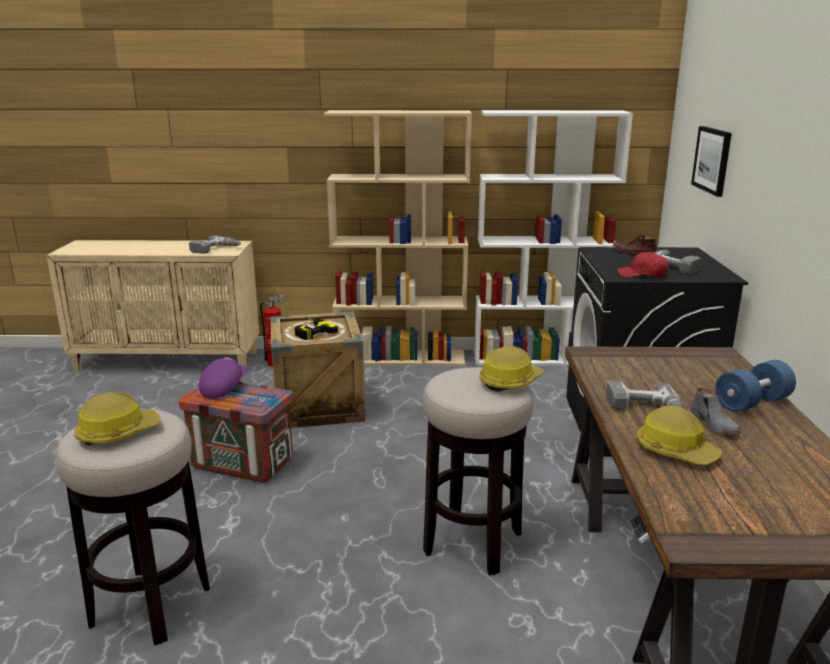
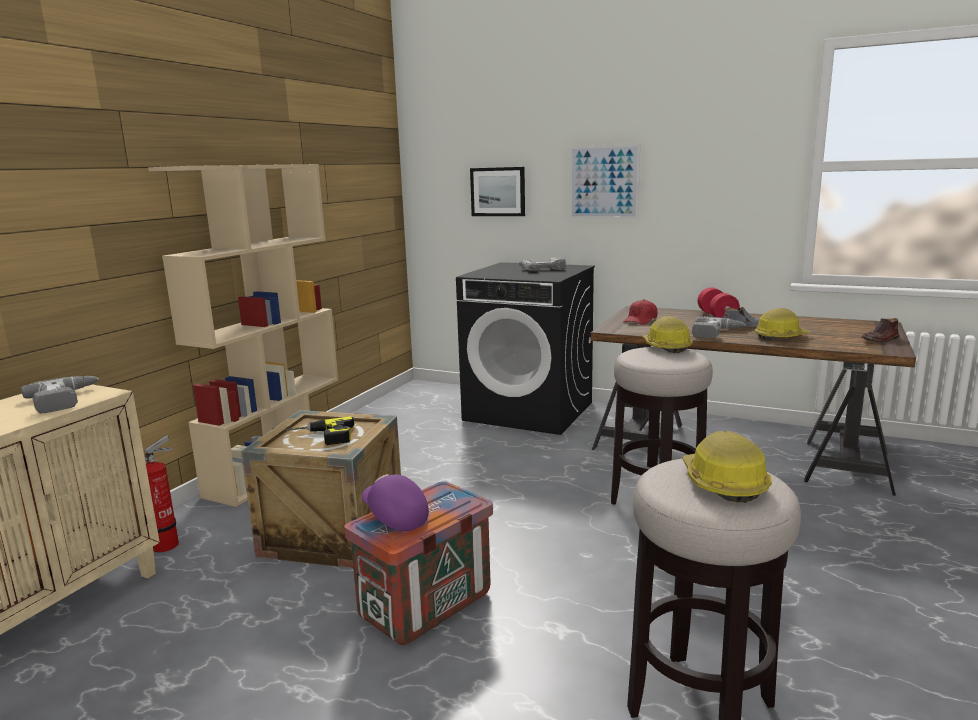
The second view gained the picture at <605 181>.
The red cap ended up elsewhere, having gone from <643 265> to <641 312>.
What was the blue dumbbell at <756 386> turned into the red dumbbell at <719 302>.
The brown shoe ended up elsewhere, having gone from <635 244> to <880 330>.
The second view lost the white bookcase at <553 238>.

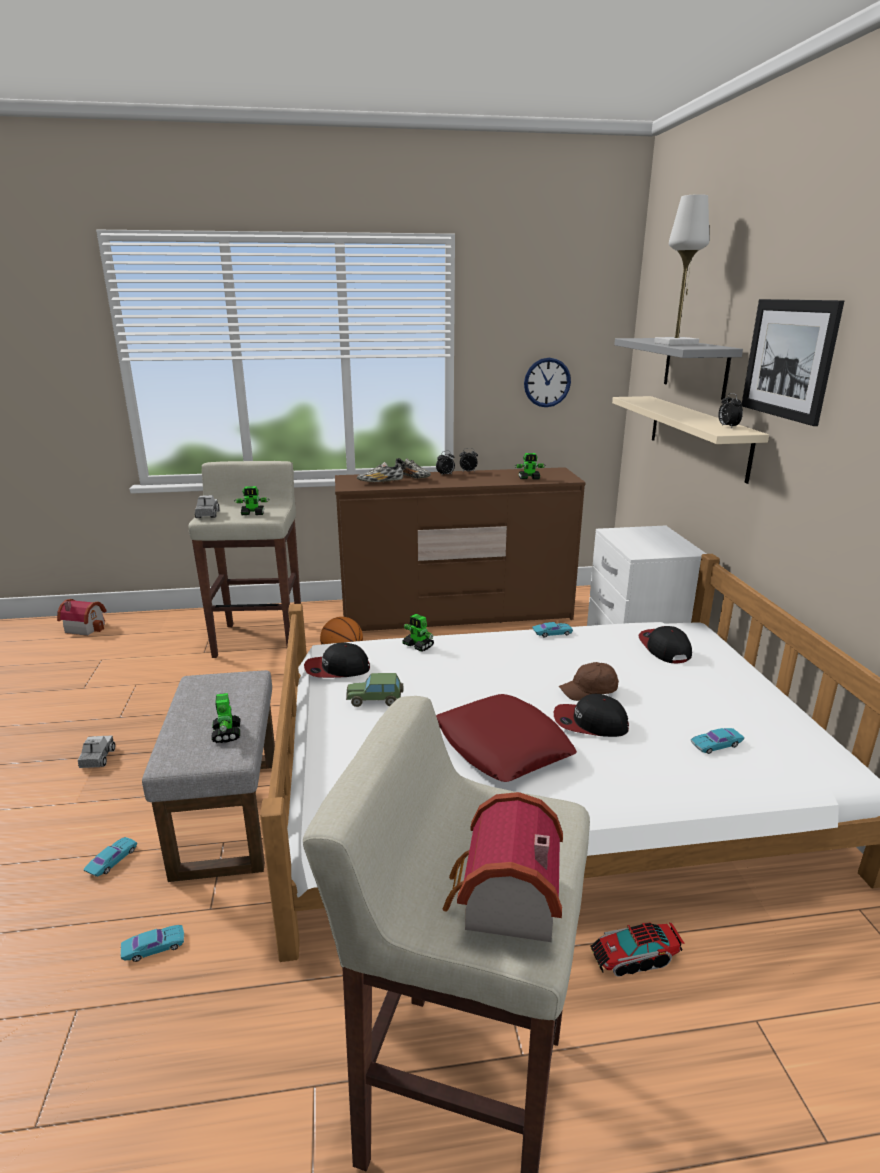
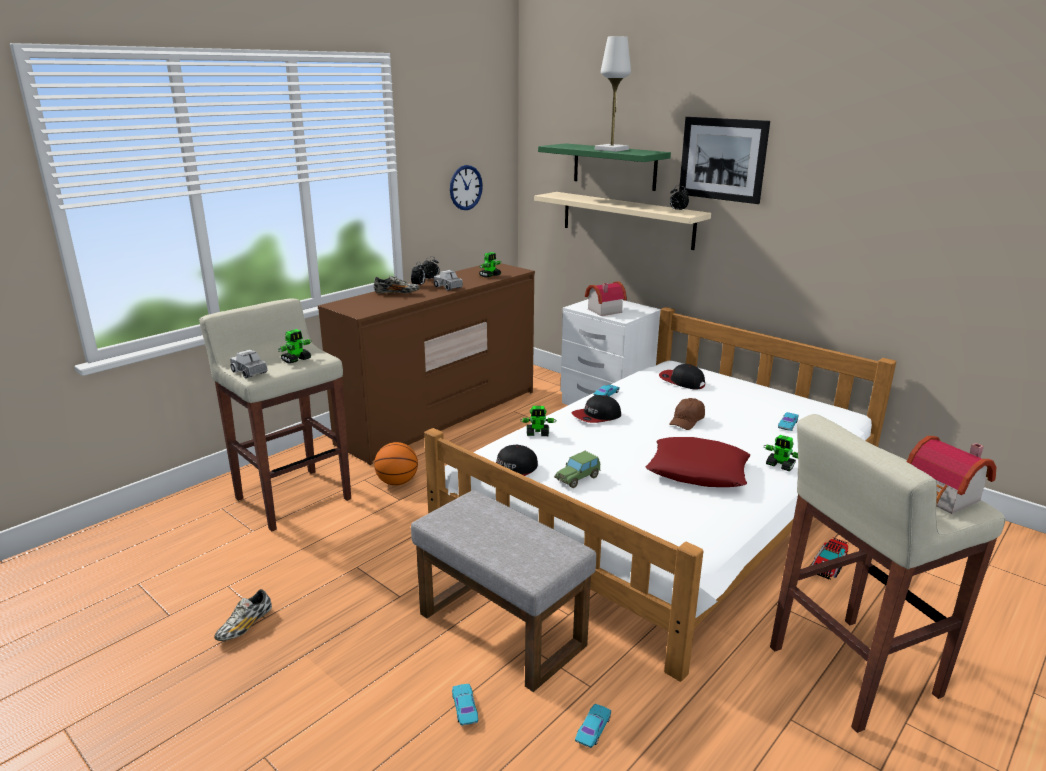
The shoe ended up elsewhere, having gone from <380 472> to <243 615>.
The toy truck ended up elsewhere, having gone from <96 751> to <448 280>.
What was the grey shelf at <678 369> turned into the green shelf at <604 167>.
The cap ended up elsewhere, having gone from <591 715> to <596 409>.
The toy house ended up elsewhere, having gone from <82 617> to <606 299>.
The toy robot ended up elsewhere, having gone from <225 718> to <780 453>.

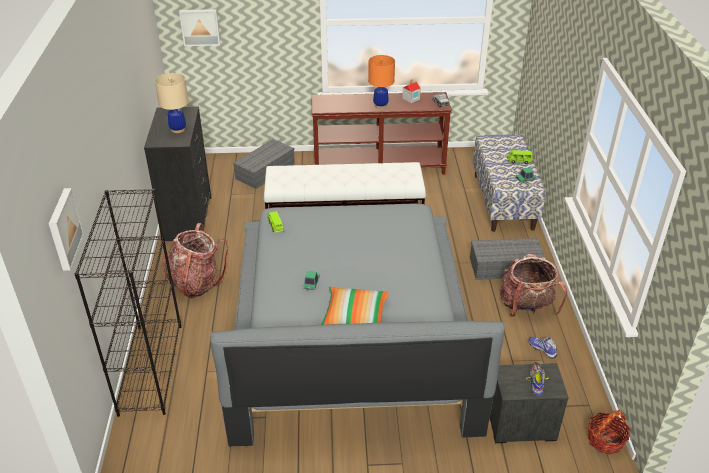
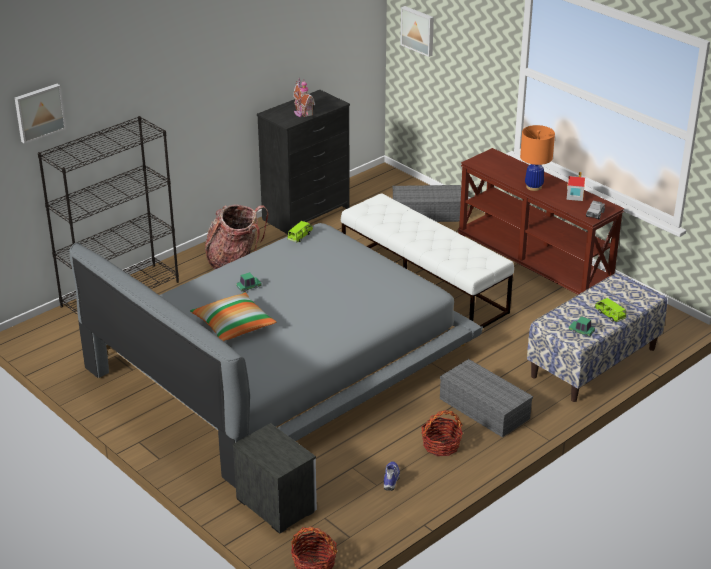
Where the beige table lamp stood at <172 103>, the toy house came to stand at <304 97>.
Where the backpack stood at <533 285>, the basket came to stand at <442 433>.
The second view lost the shoe at <537 378>.

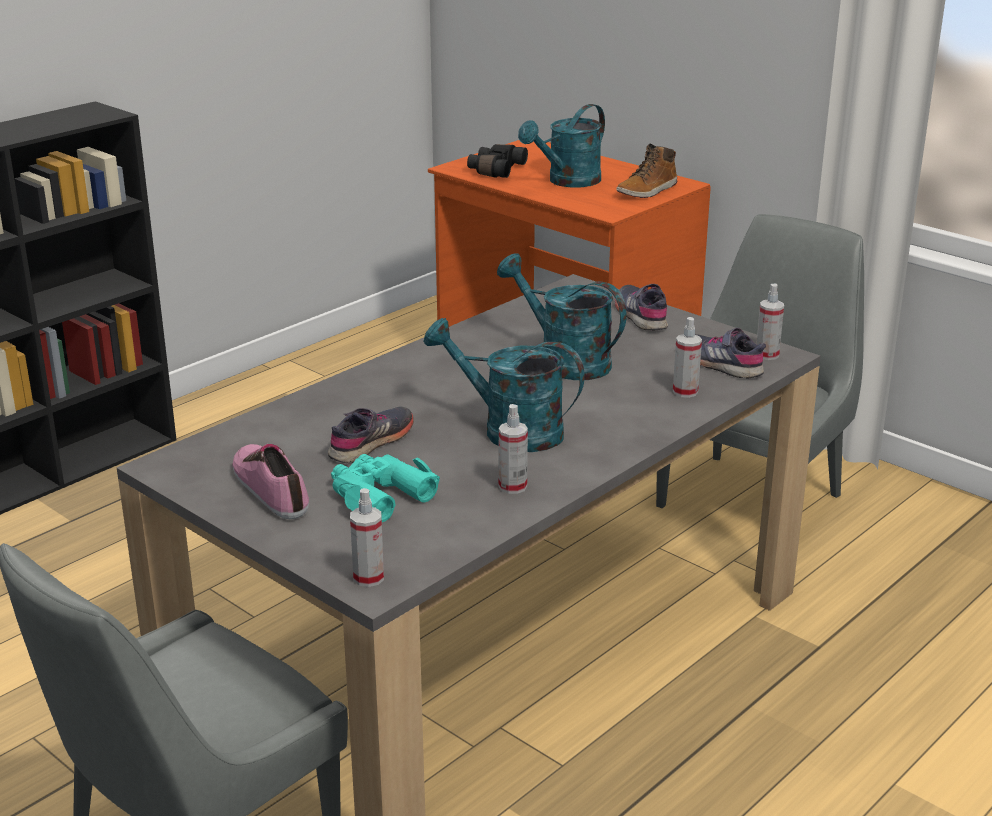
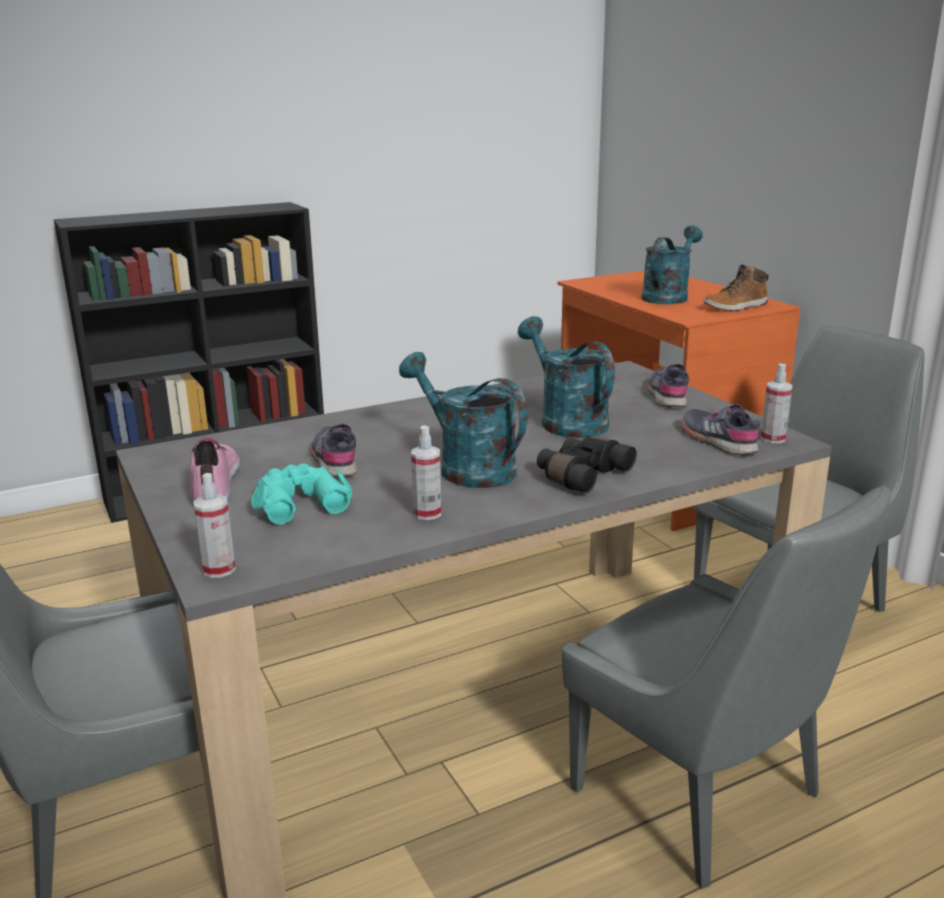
The grey shoe at <371 435> ended up facing another way, 75 degrees counterclockwise from before.
The black binoculars ended up elsewhere, having gone from <497 161> to <587 464>.
The second view gained the grey chair at <726 687>.
The turquoise watering can at <561 145> ended up facing another way, 150 degrees clockwise from before.
The second view lost the spray bottle at <687 357>.

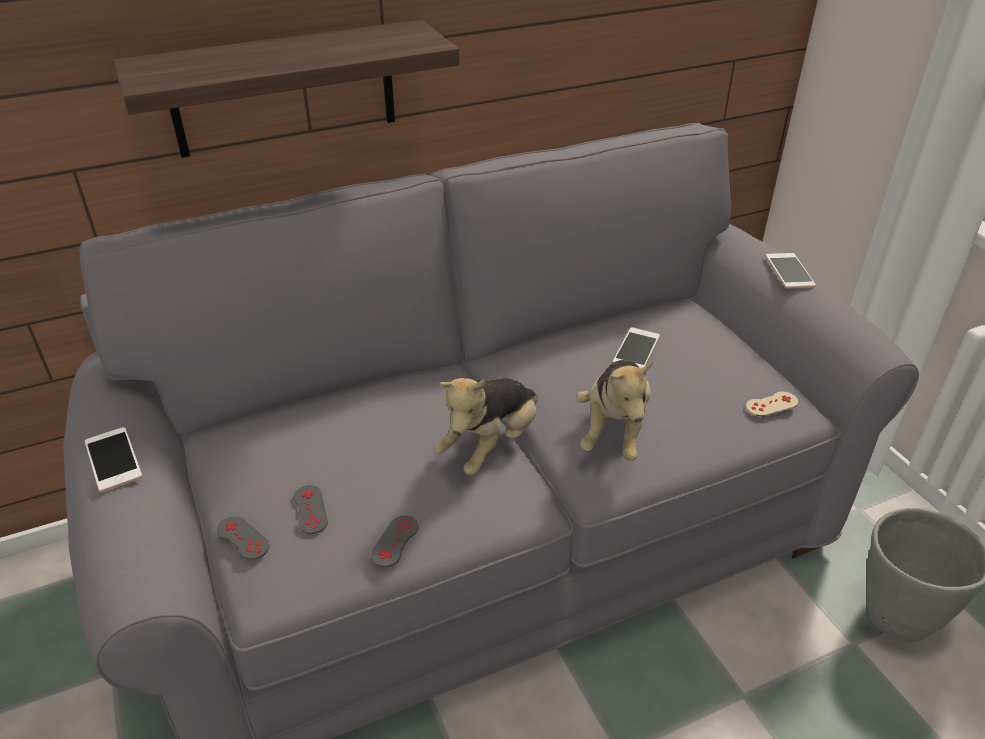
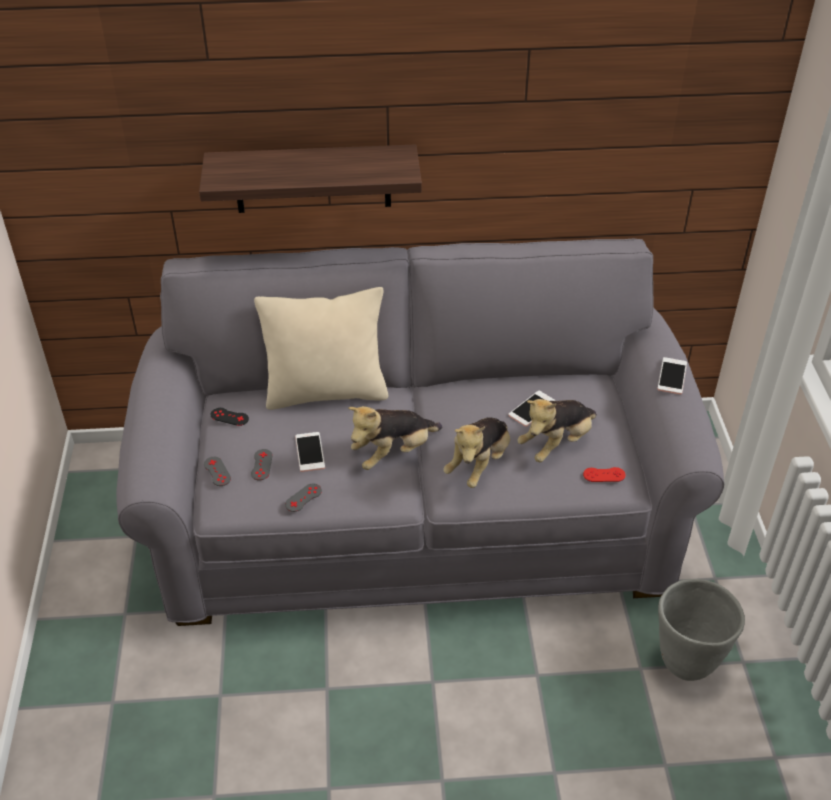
The second view gained the black game controller at <229 417>.
The second view gained the beige pillow at <321 348>.
The phone ended up elsewhere, having gone from <114 459> to <310 452>.
The second view gained the plush toy at <557 430>.
What was the beige game controller at <772 404> turned into the red game controller at <604 474>.

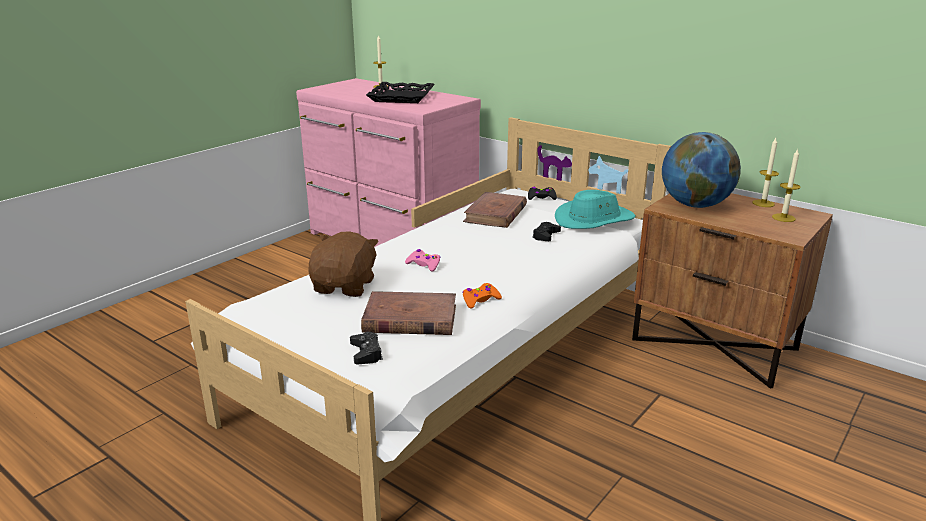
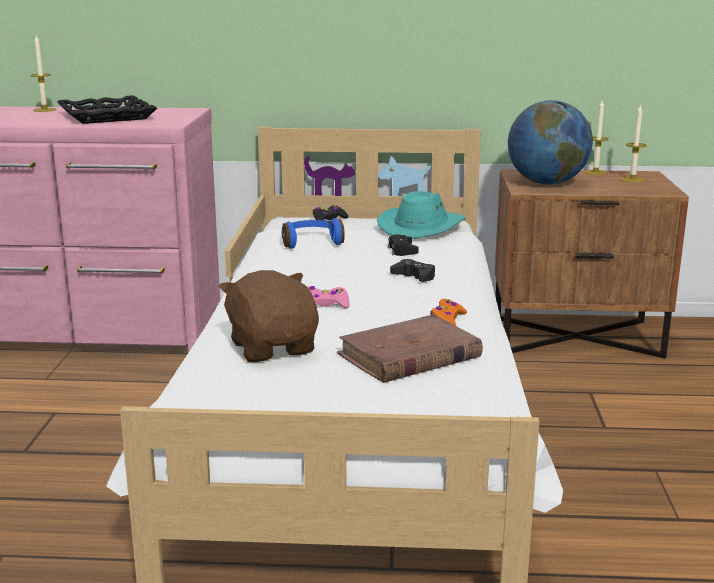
Where the brown book stood at <495 210>, the blue headphones came to stand at <313 233>.
The black game controller ended up elsewhere, having gone from <366 348> to <412 270>.

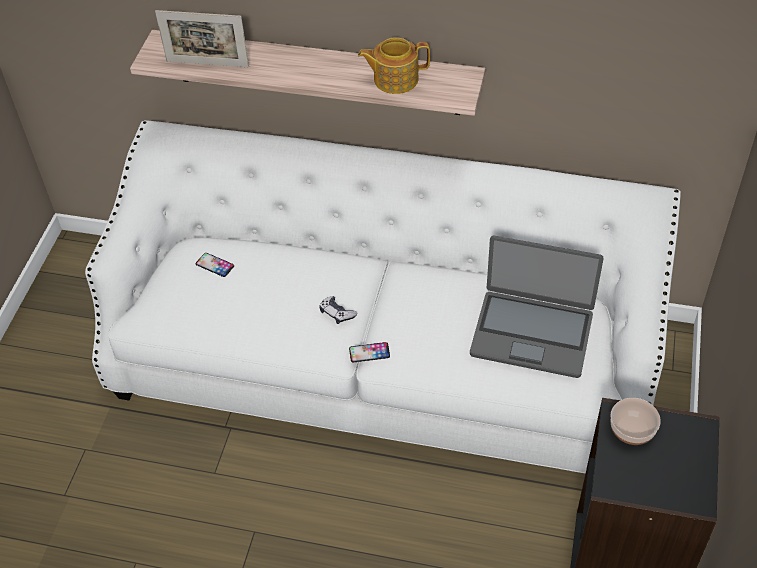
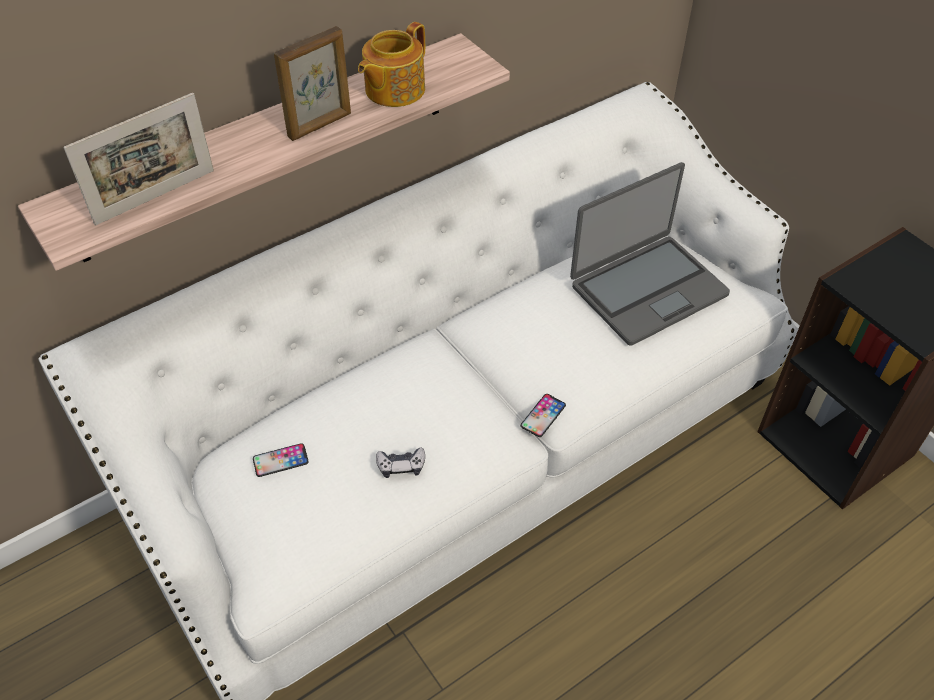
The second view gained the picture frame at <312 83>.
The game controller ended up elsewhere, having gone from <338 310> to <400 462>.
The second view lost the bowl at <635 421>.

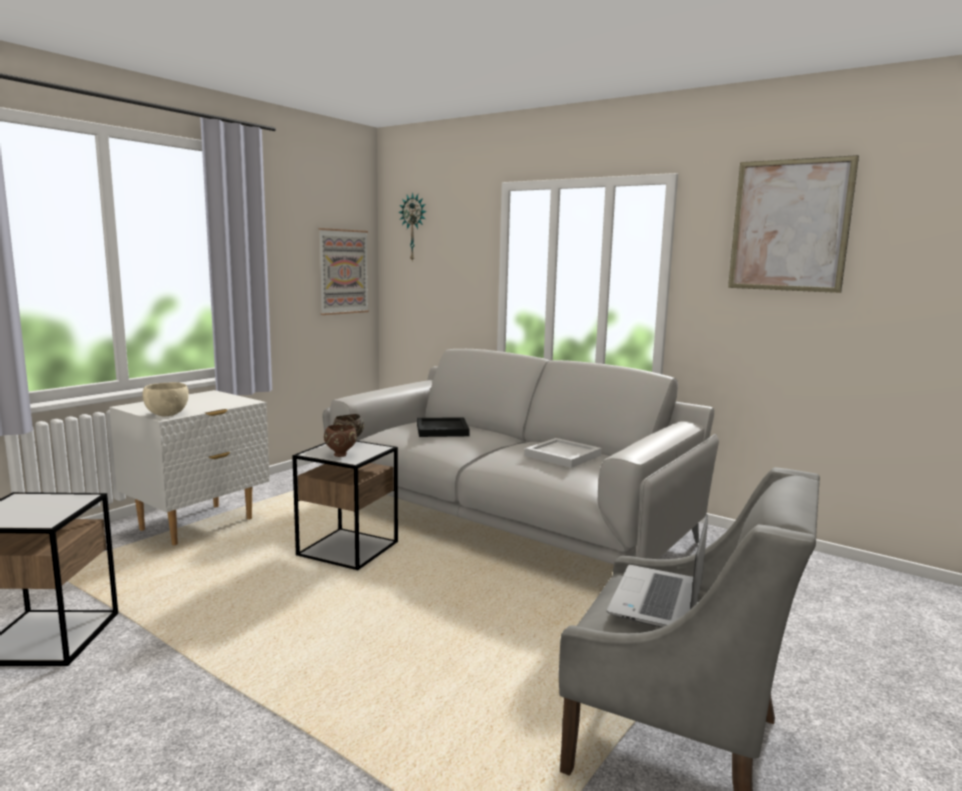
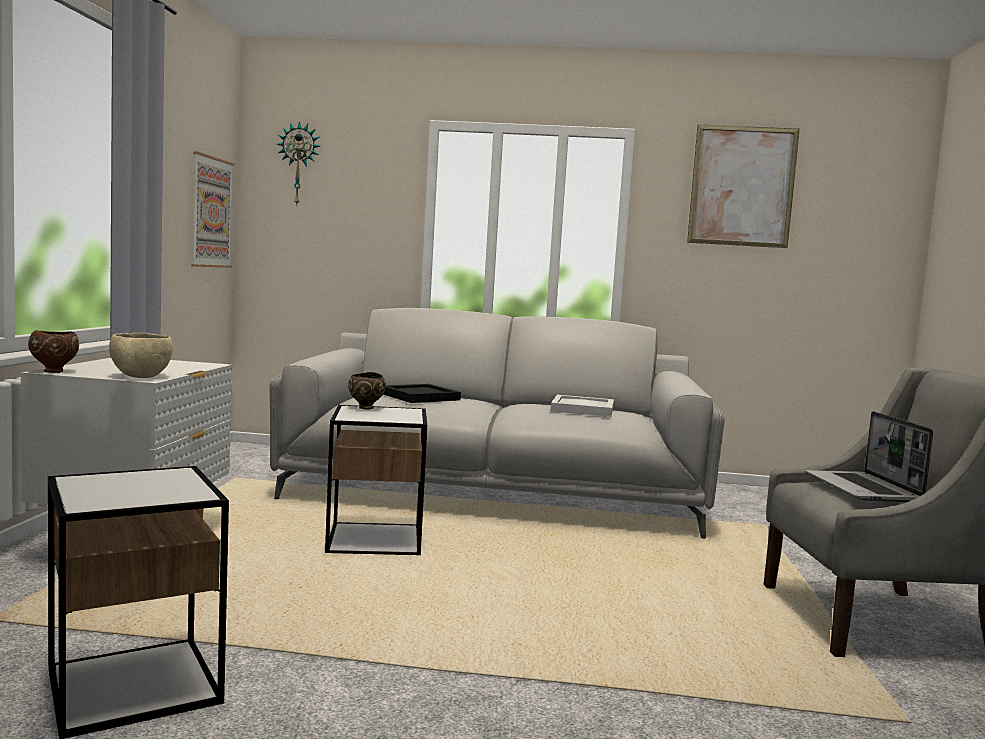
The brown bowl ended up elsewhere, having gone from <340 441> to <53 351>.

